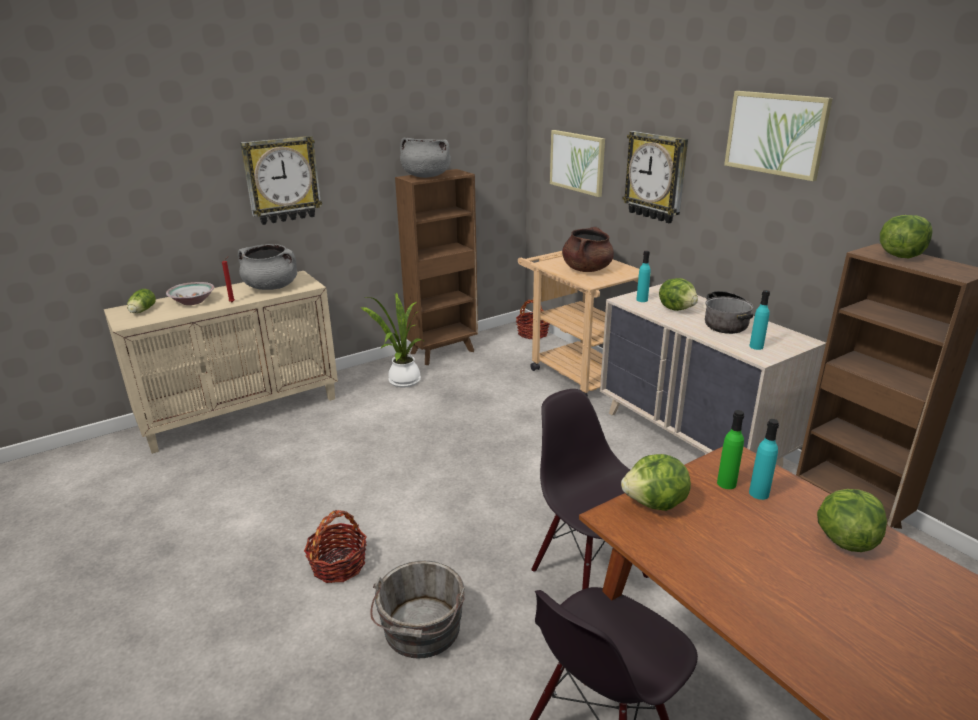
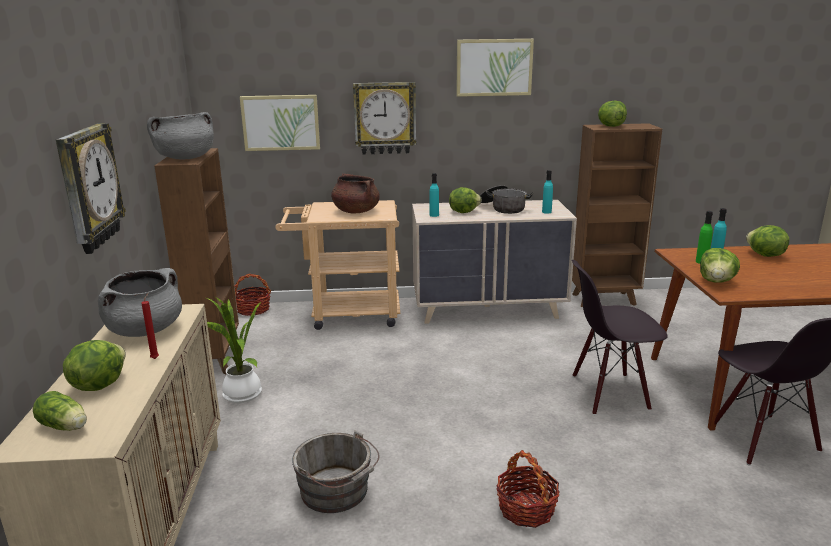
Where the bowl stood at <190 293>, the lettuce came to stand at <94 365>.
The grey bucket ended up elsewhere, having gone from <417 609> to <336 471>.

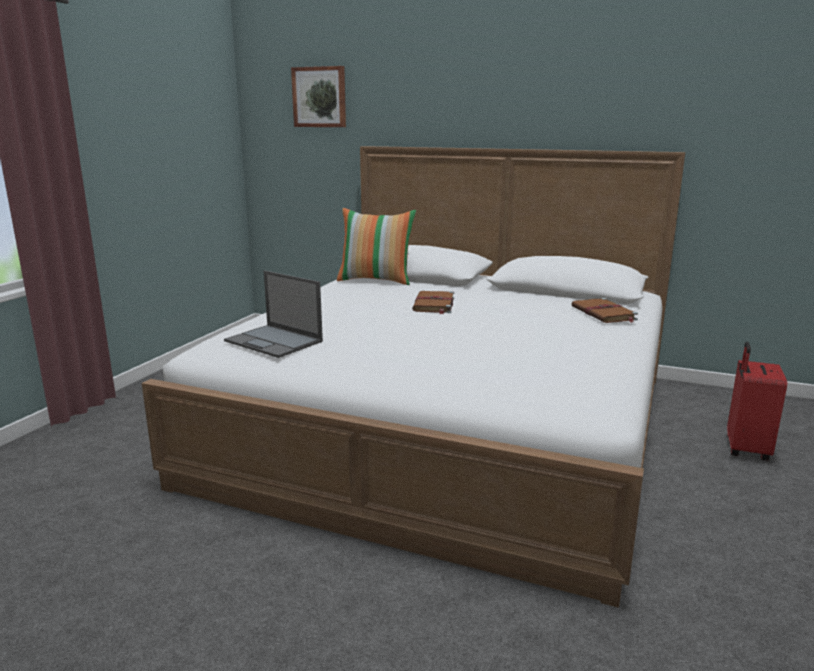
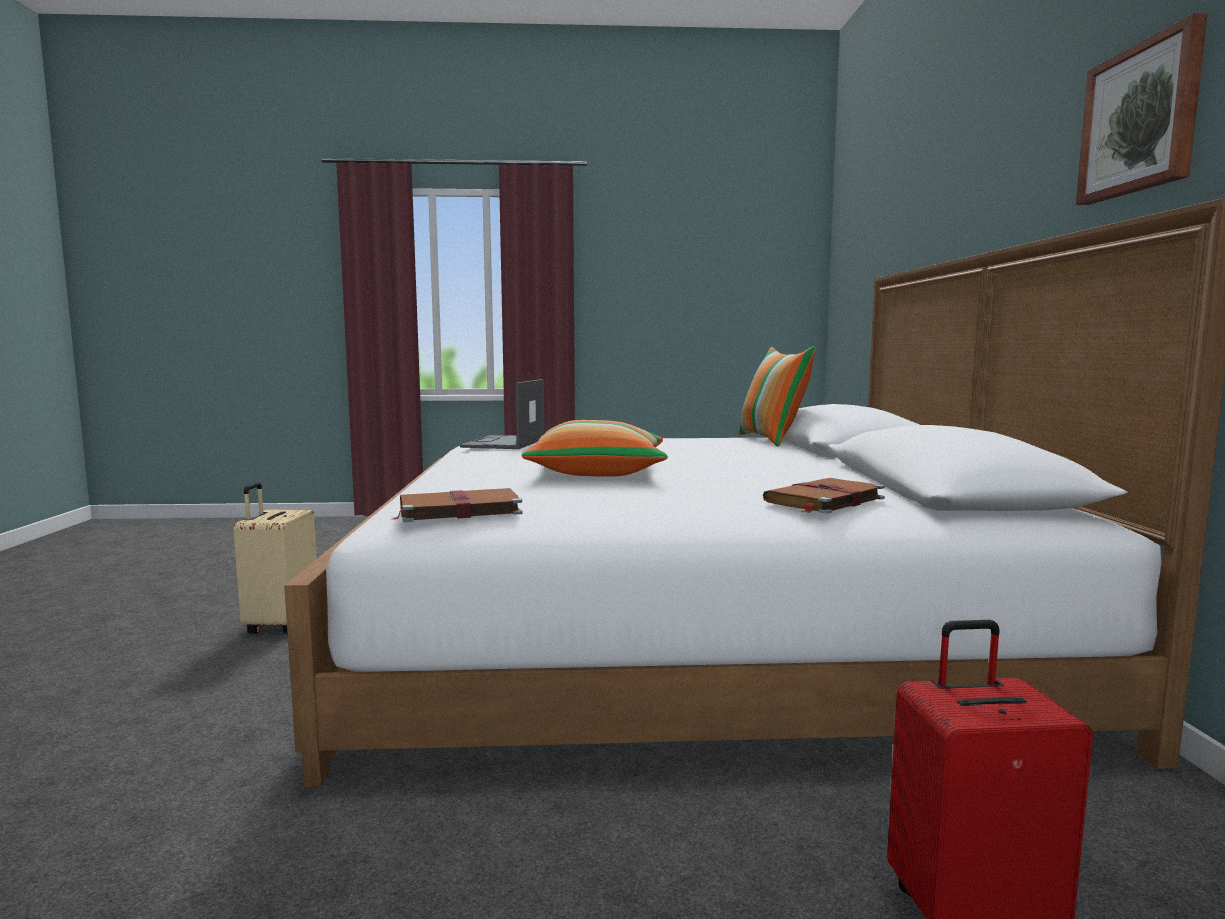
The second view gained the beige suitcase at <275 558>.
The brown book ended up elsewhere, having gone from <433 302> to <457 505>.
The second view gained the pillow at <595 448>.
The picture ended up elsewhere, having gone from <318 96> to <1141 109>.

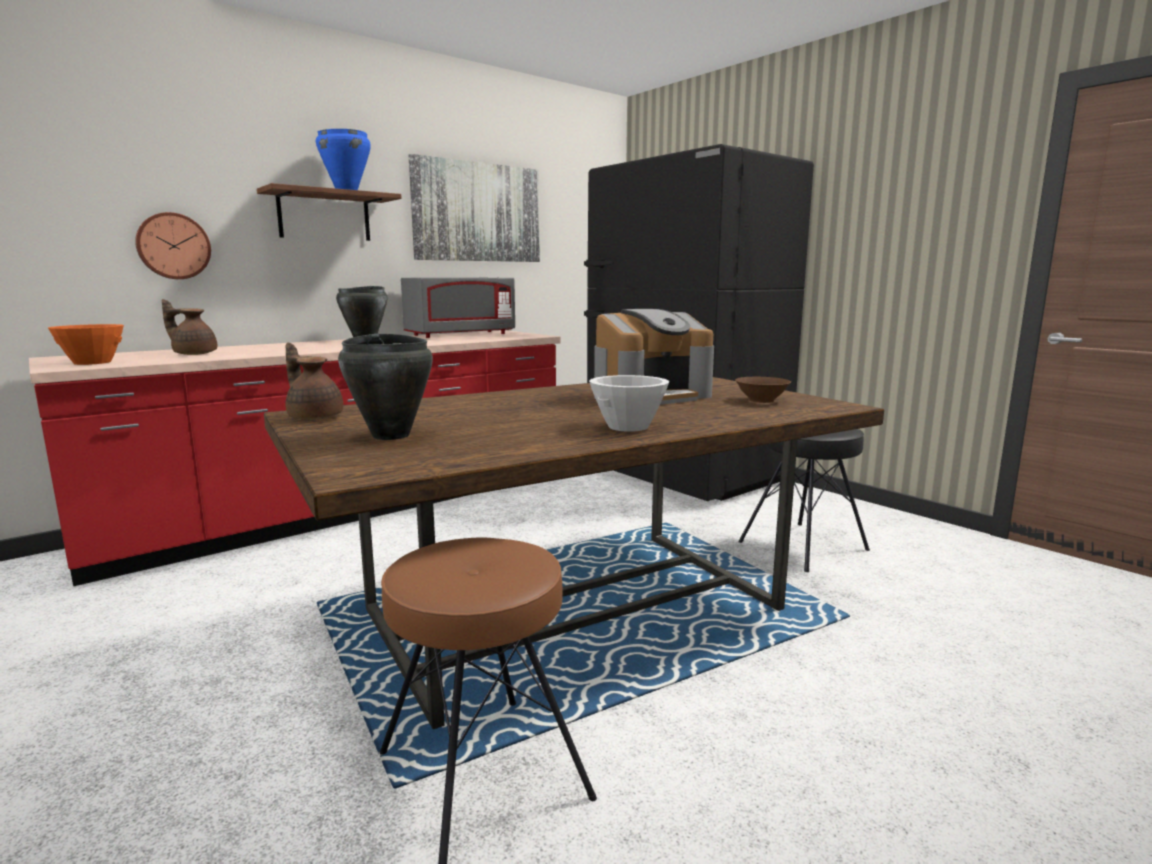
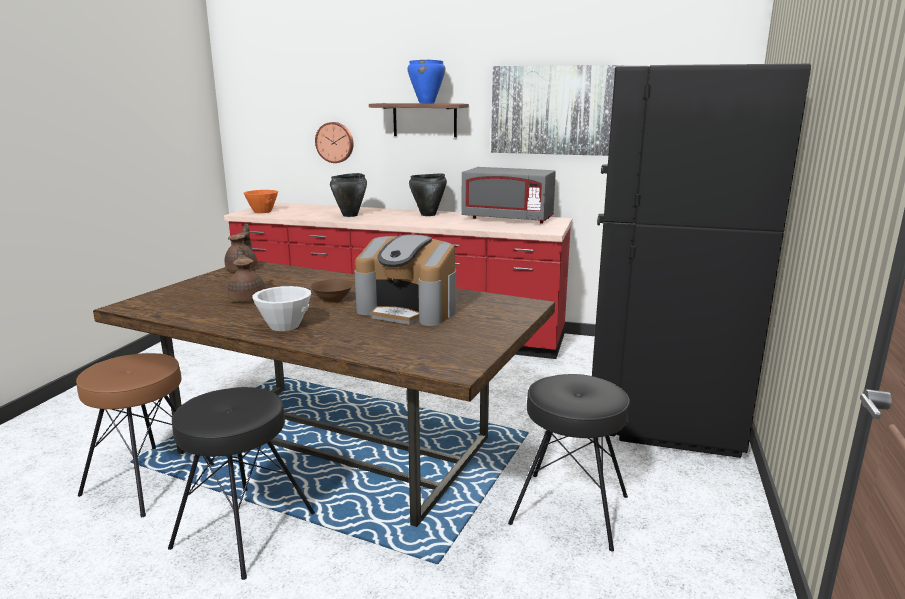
The second view gained the black stool at <241 483>.
The brown teapot ended up elsewhere, having gone from <189 327> to <246 274>.
The brown bowl ended up elsewhere, having gone from <763 390> to <332 291>.
The black cooking pot ended up elsewhere, having gone from <385 387> to <348 195>.

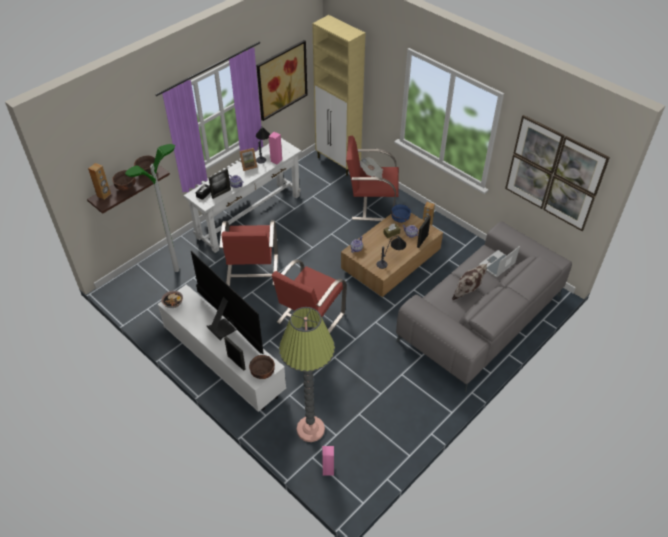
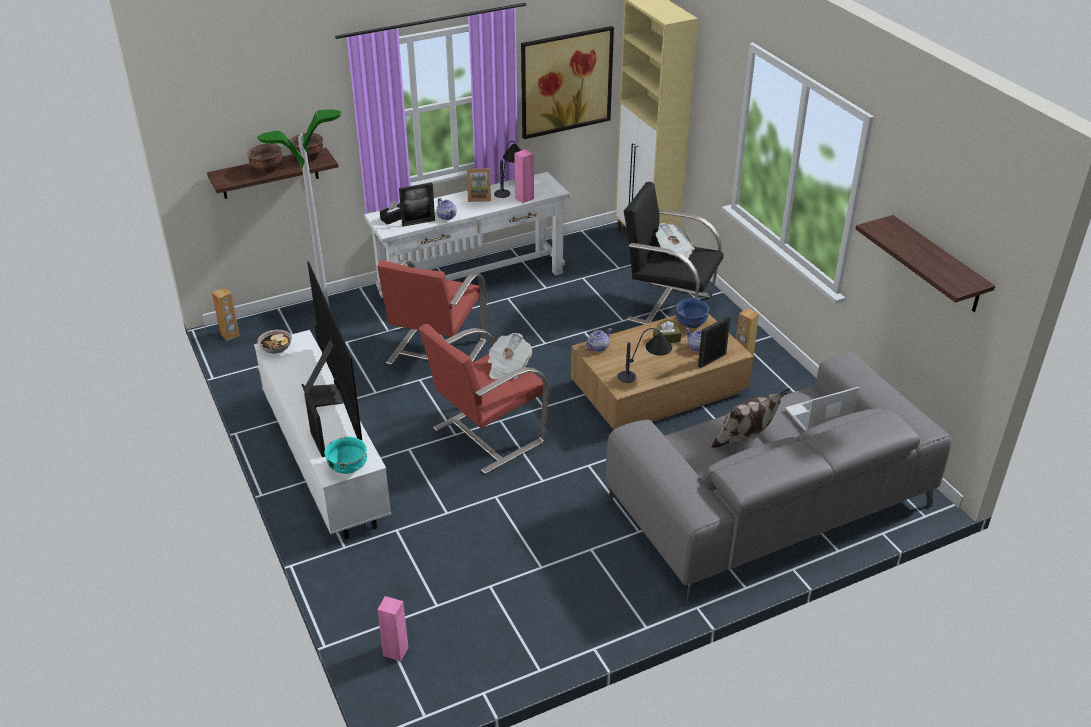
The brown speaker ended up elsewhere, having gone from <99 181> to <226 314>.
What was the brown bowl at <262 367> turned into the turquoise bowl at <345 455>.
The second view gained the newspaper at <510 356>.
What was the red armchair at <372 178> turned into the black armchair at <674 253>.
Where the picture hung at <557 173>, the shelf came to hang at <925 263>.
The second view lost the floor lamp at <307 374>.

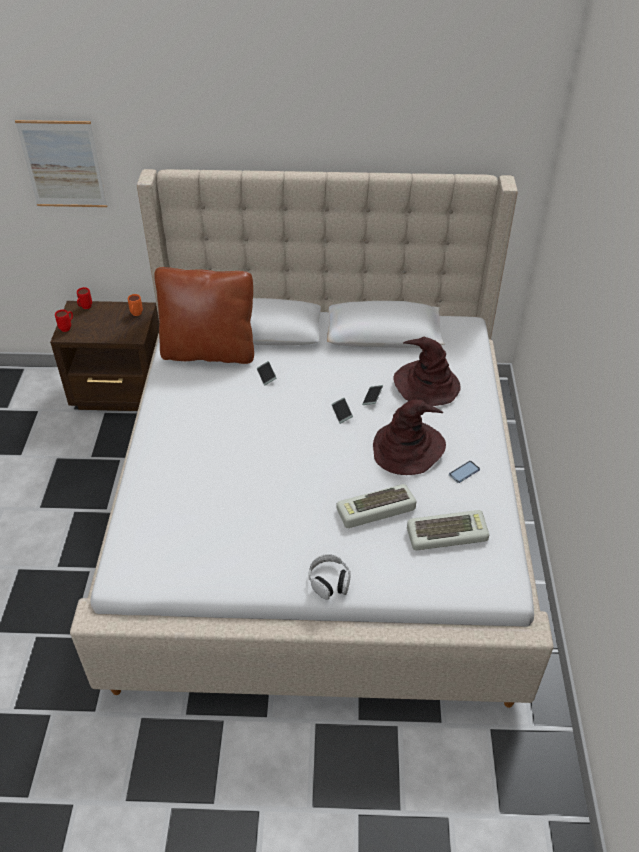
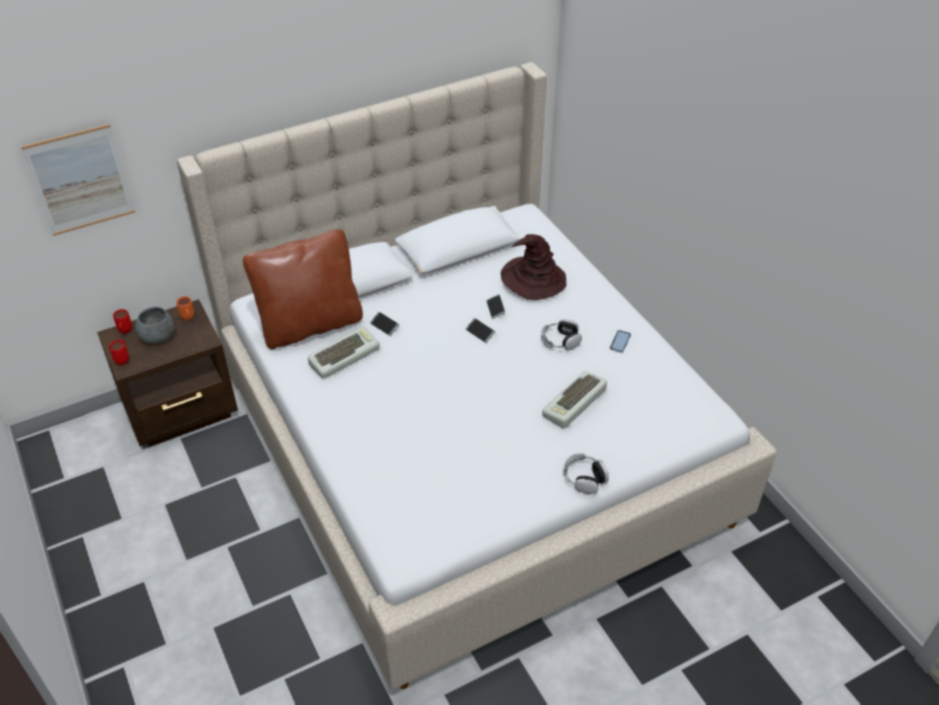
The second view gained the grey bowl at <154 325>.
The keyboard ended up elsewhere, having gone from <448 530> to <344 353>.
Where the brown hat stood at <409 437>, the headphones came to stand at <561 334>.

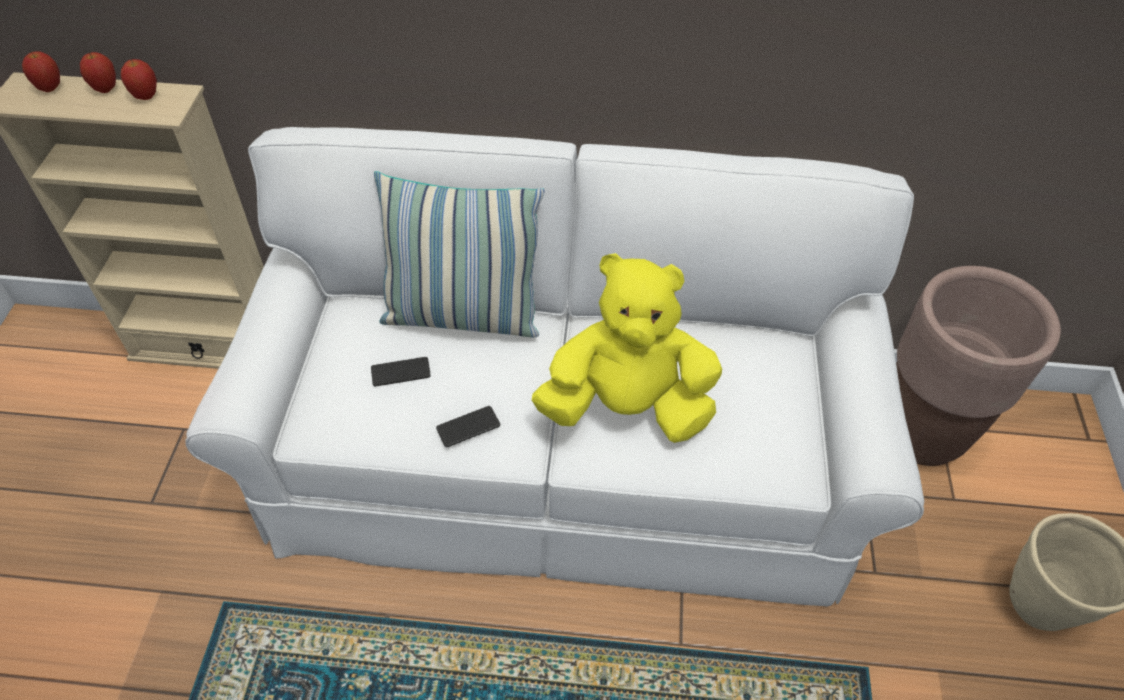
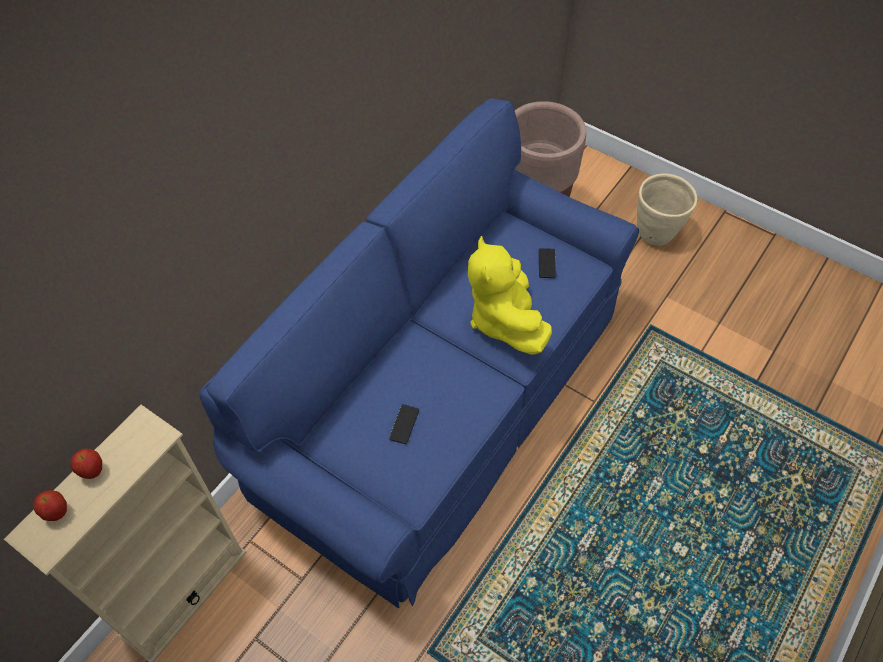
What was the white sofa at <554 367> turned into the blue sofa at <419 353>.
The yellow plush toy at <627 348> ended up facing another way, 45 degrees counterclockwise from before.
The phone ended up elsewhere, having gone from <468 426> to <547 263>.
The second view lost the apple at <139 79>.
The second view lost the pillow at <459 254>.

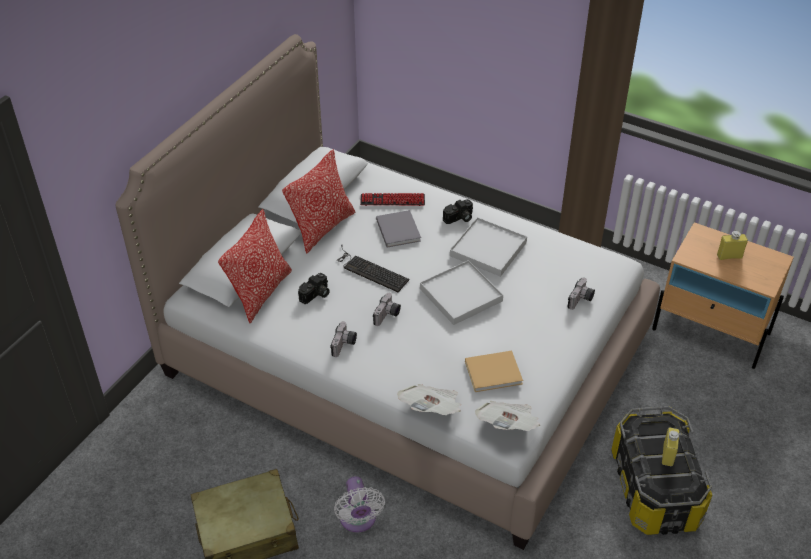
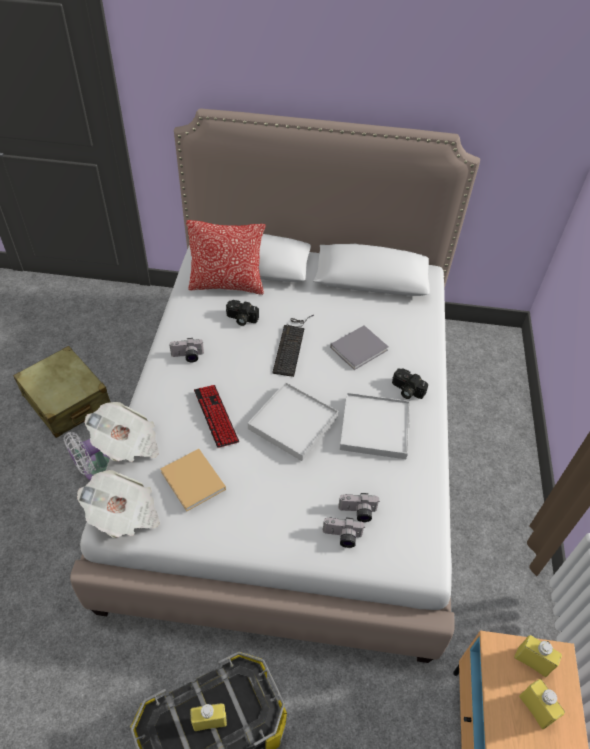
The keyboard ended up elsewhere, having gone from <392 199> to <216 416>.
The photo camera ended up elsewhere, having gone from <387 309> to <358 507>.
The second view gained the yellow bottle at <538 656>.
The second view lost the pillow at <318 202>.

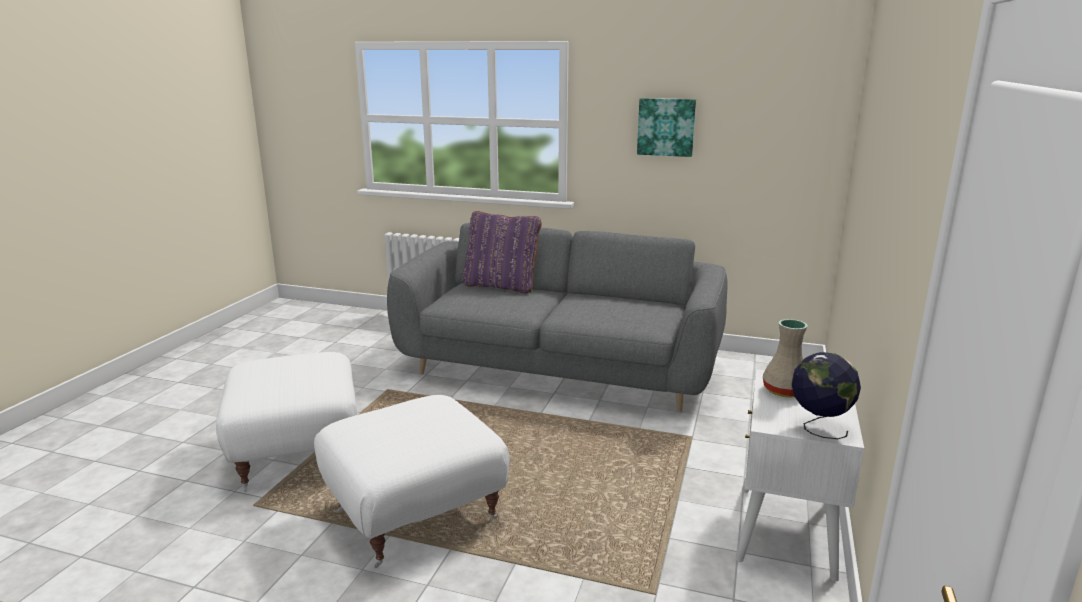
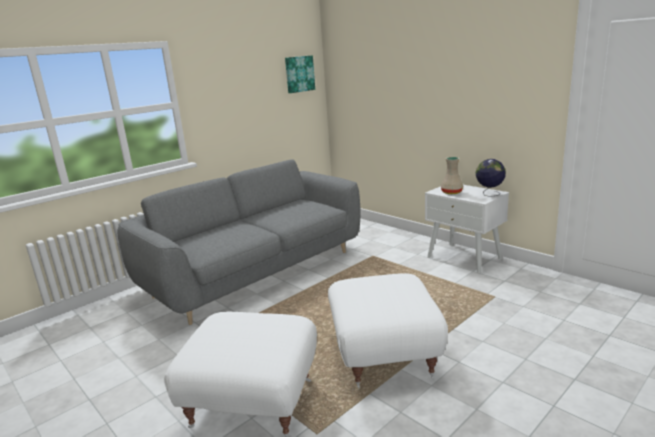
The picture ended up elsewhere, having gone from <666 127> to <300 74>.
The second view lost the purple pillow at <502 252>.

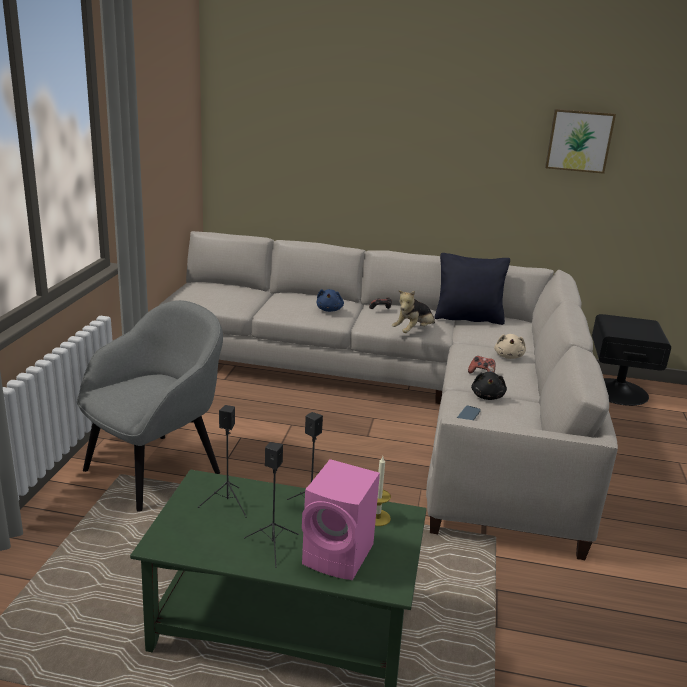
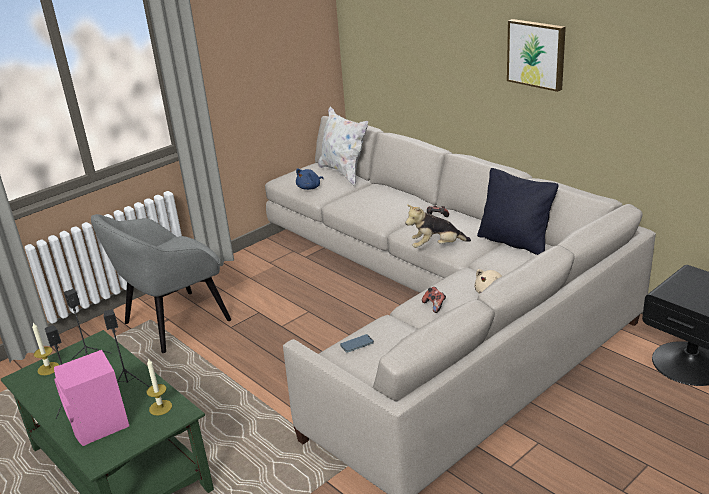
The second view gained the candle at <45 349>.
The grey armchair at <150 406> ended up facing another way, 150 degrees clockwise from before.
The blue plush toy ended up elsewhere, having gone from <330 300> to <310 179>.
The second view gained the white pillow at <343 146>.
The picture ended up elsewhere, having gone from <580 141> to <536 55>.
The second view lost the black plush toy at <489 386>.

